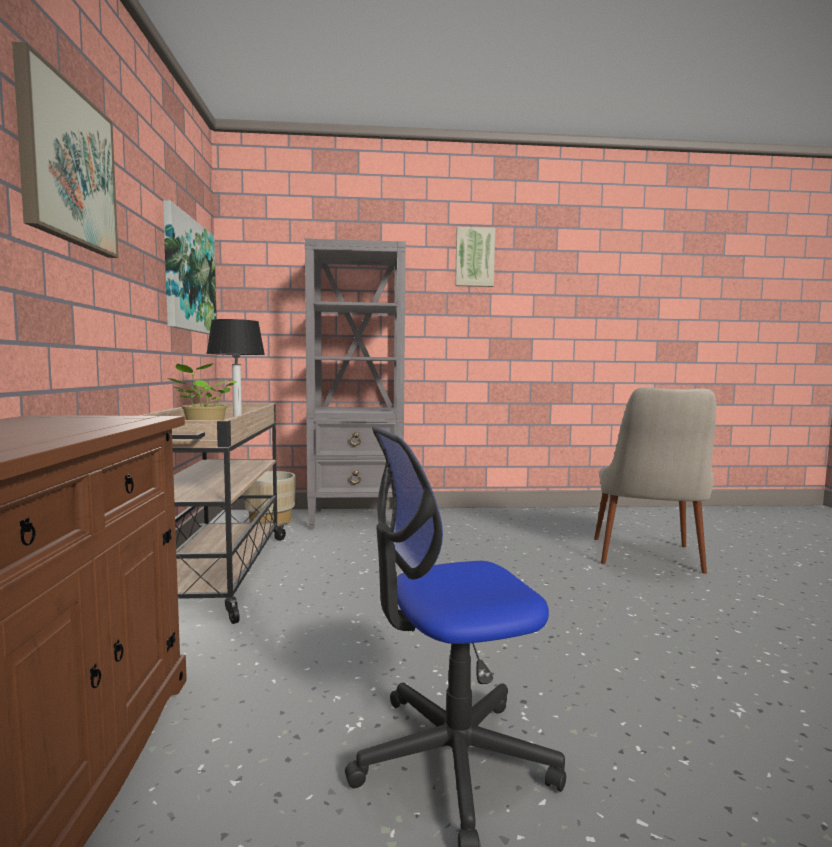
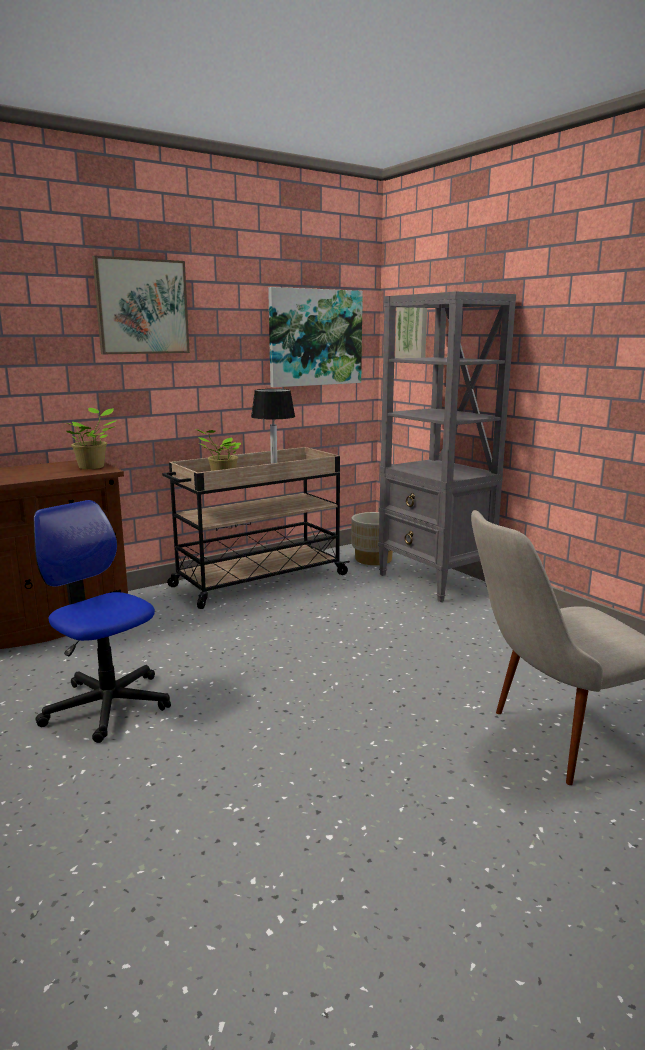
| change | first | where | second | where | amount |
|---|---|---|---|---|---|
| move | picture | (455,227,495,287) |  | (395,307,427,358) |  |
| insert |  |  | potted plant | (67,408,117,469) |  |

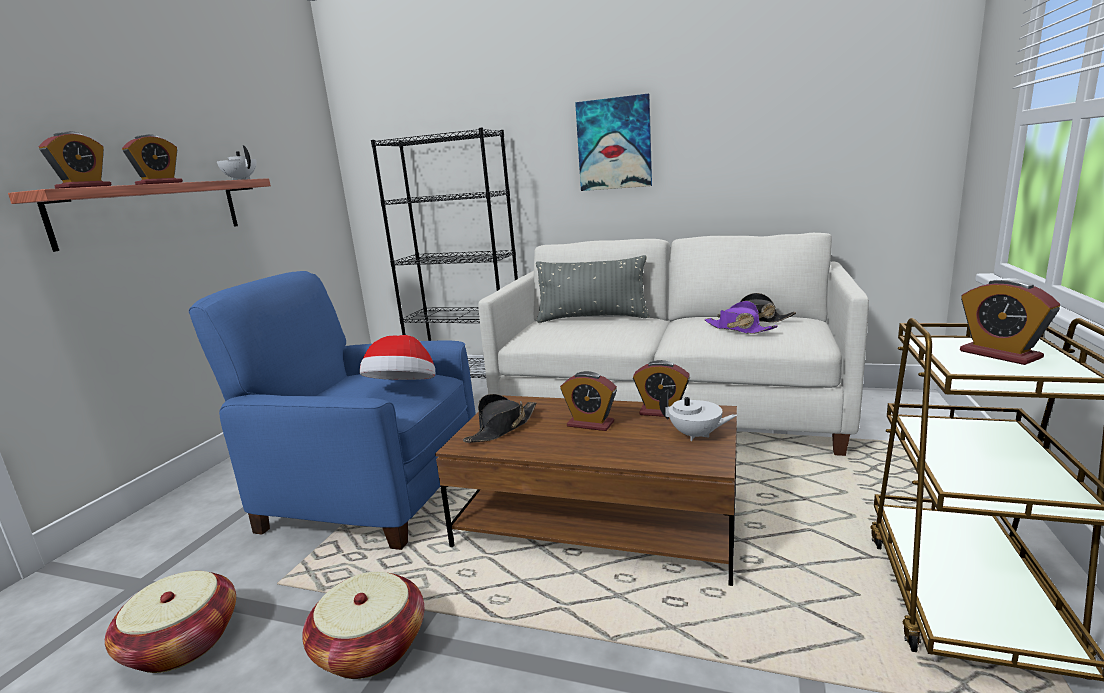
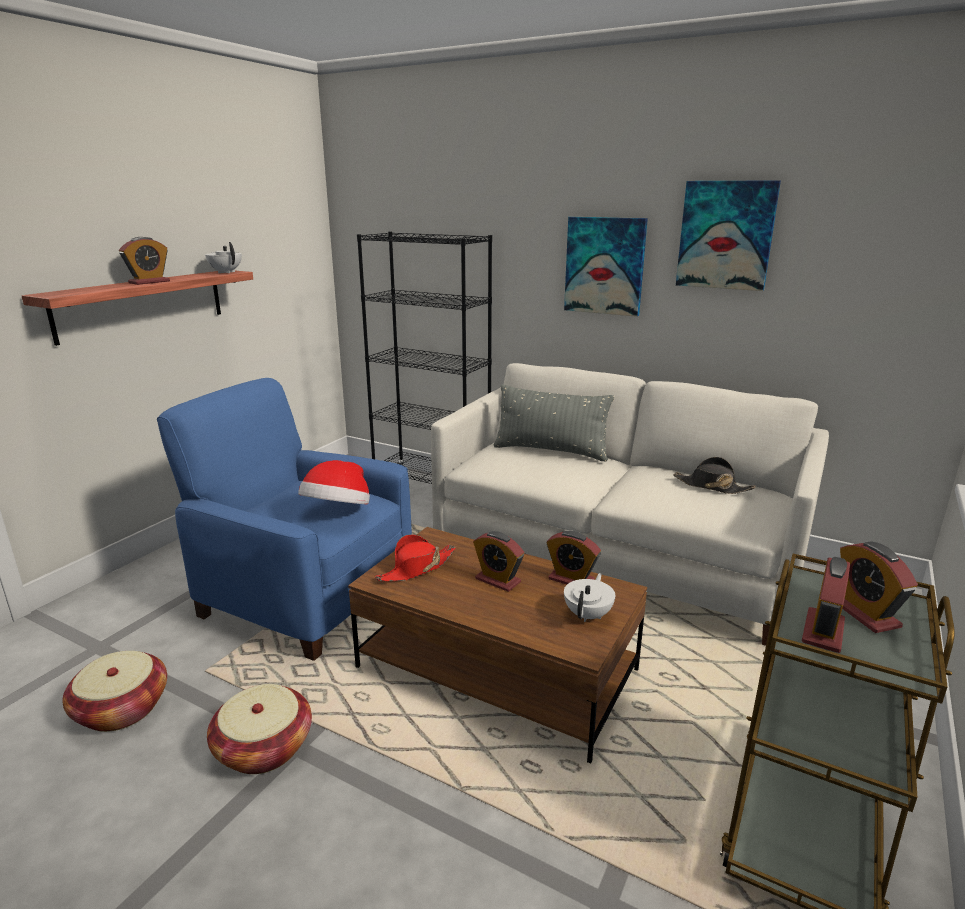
| change | first | where | second | where | amount |
|---|---|---|---|---|---|
| move | alarm clock | (38,131,112,189) |  | (802,557,850,653) |  |
| delete | purple hat | (705,301,778,334) |  |  |  |
| rotate | white teapot | (659,390,738,441) |  | (564,573,615,622) | 105 degrees counterclockwise |
| recolor | black hat | (463,394,536,443) | red hat | (375,534,456,581) |  |
| insert |  |  | picture | (676,180,781,291) |  |

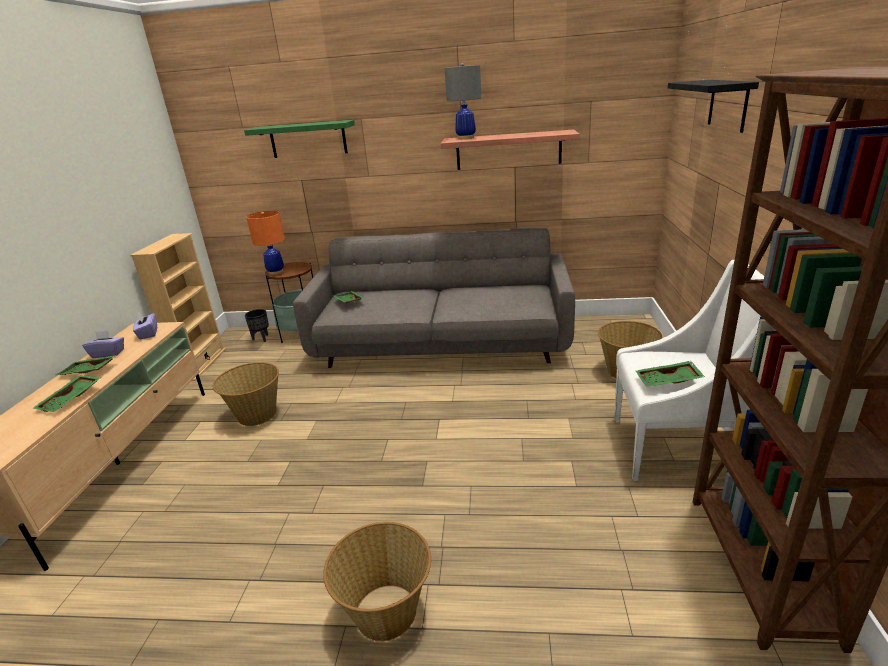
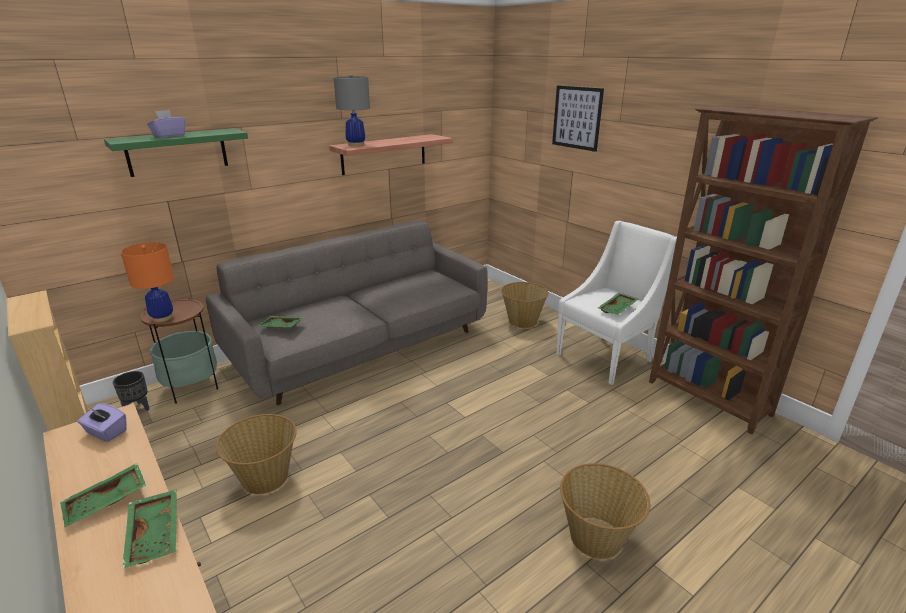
| change | first | where | second | where | amount |
|---|---|---|---|---|---|
| replace | black shelf | (668,80,759,133) | picture | (552,85,604,152) |  |
| move | purple tissue box | (82,330,124,358) |  | (147,110,185,138) |  |

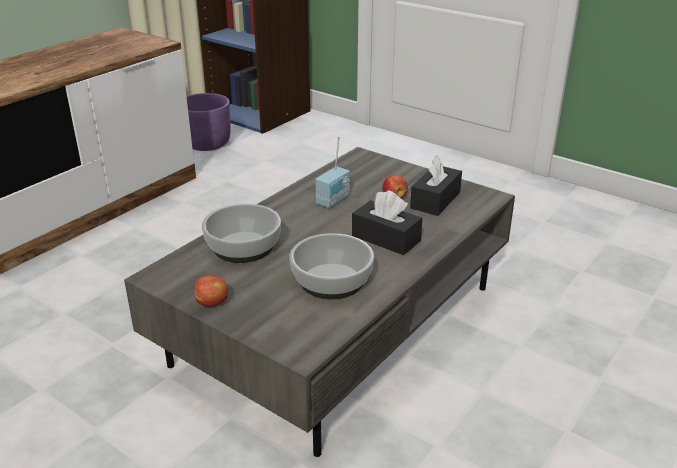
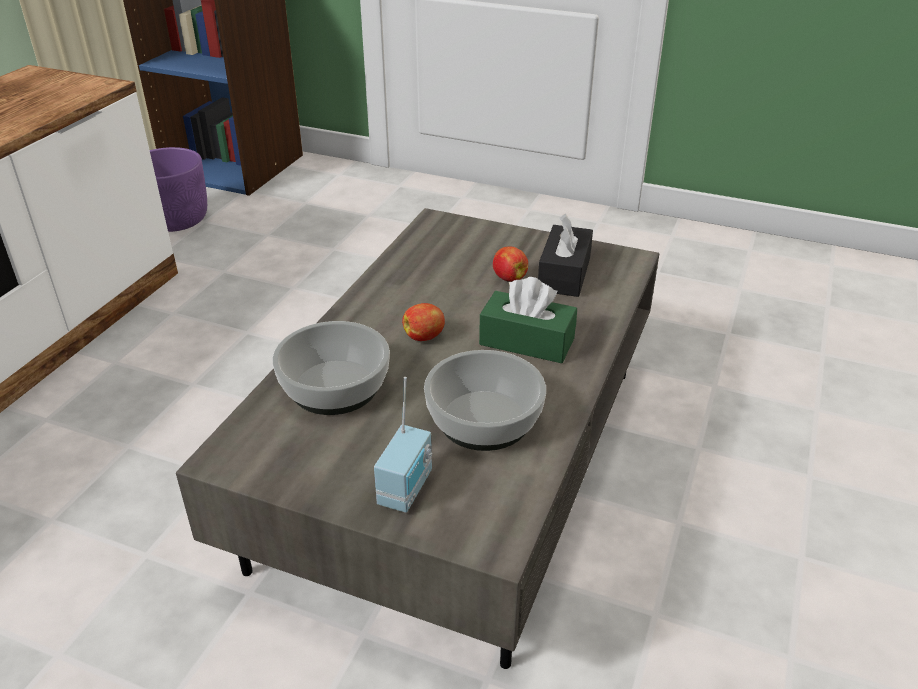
| change | first | where | second | where | amount |
|---|---|---|---|---|---|
| move | radio | (315,137,350,208) |  | (374,377,433,513) |  |
| recolor | black tissue box | (352,190,422,255) | green tissue box | (479,277,577,363) |  |
| move | apple | (195,275,228,307) |  | (402,303,445,341) |  |

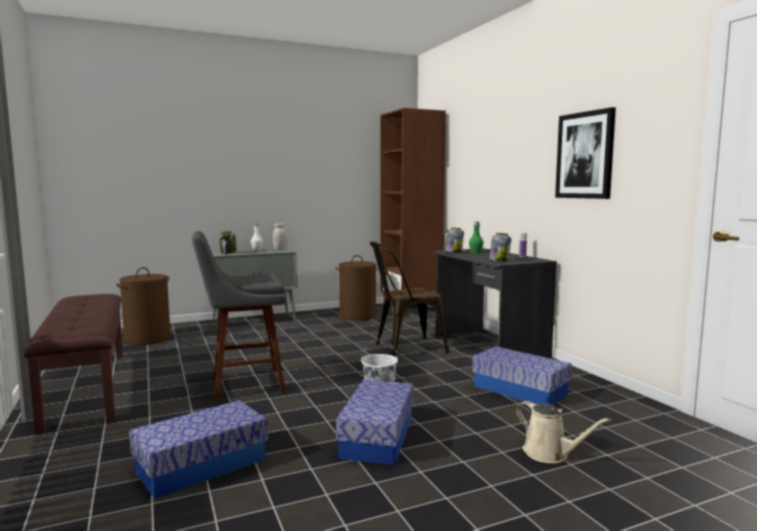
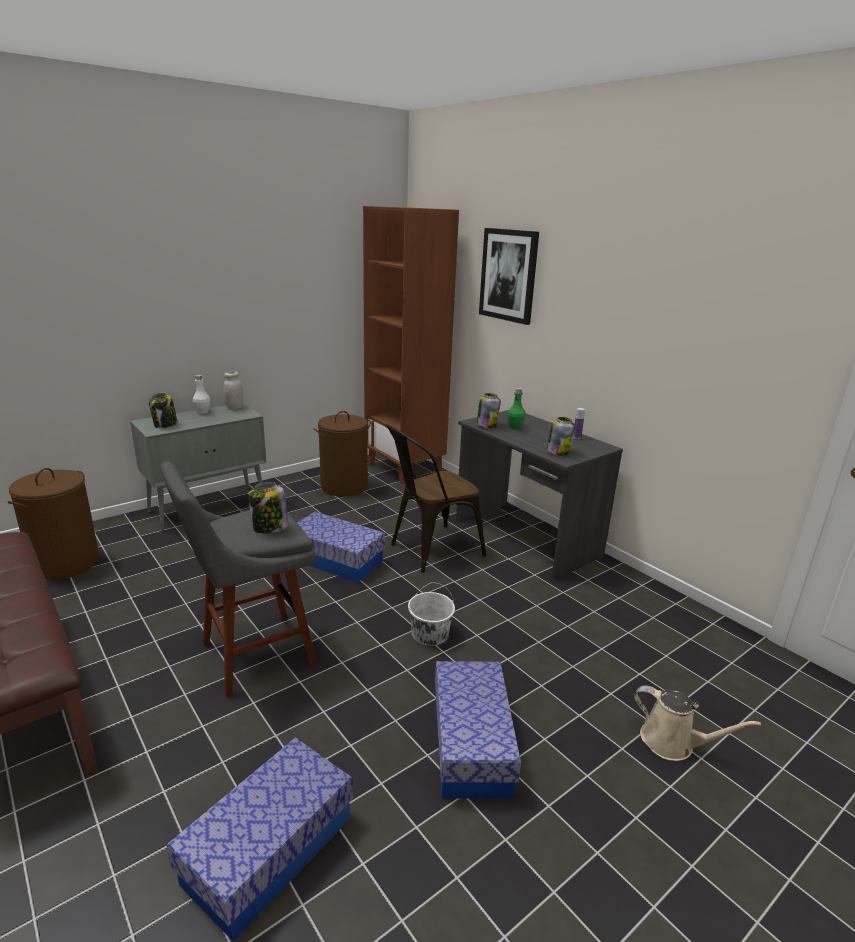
| change | first | where | second | where | amount |
|---|---|---|---|---|---|
| move | picture | (555,107,616,199) |  | (479,228,539,325) |  |
| move | storage box | (472,346,572,405) |  | (297,512,385,583) |  |
| insert |  |  | jar | (248,482,289,534) |  |

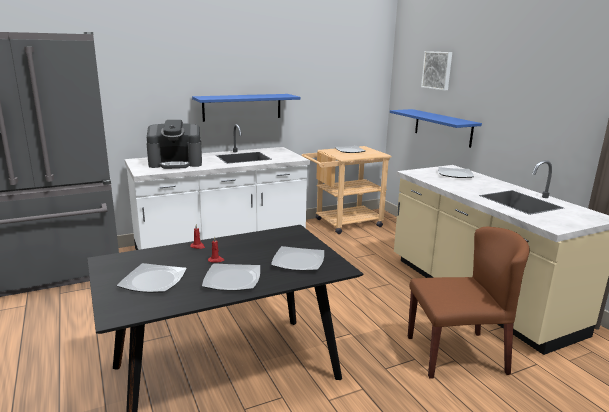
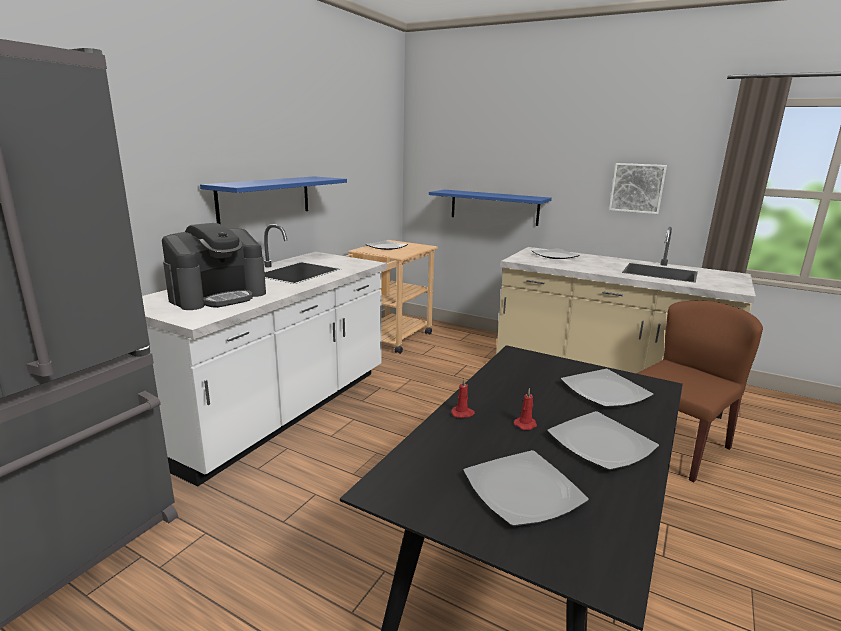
| change | first | where | second | where | amount |
|---|---|---|---|---|---|
| move | picture | (421,51,452,91) |  | (609,163,667,214) |  |

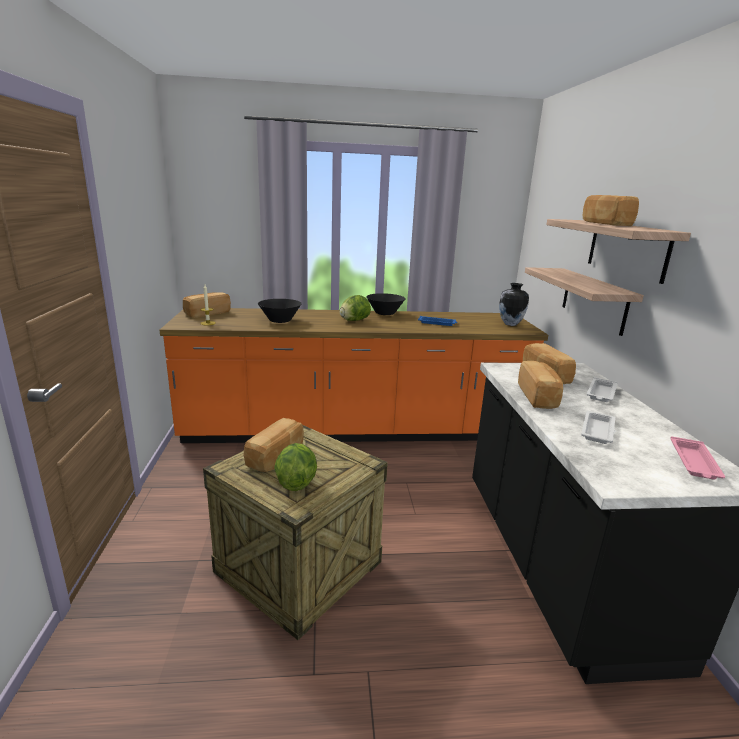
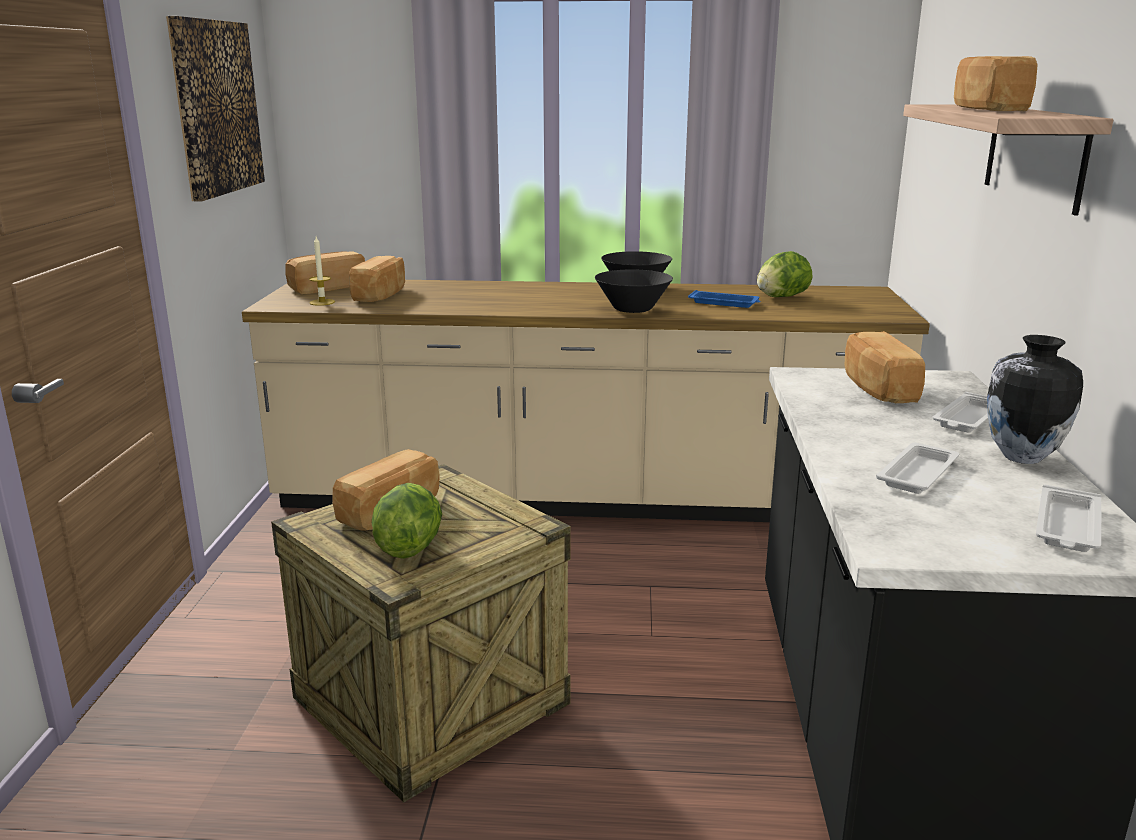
| change | first | where | second | where | amount |
|---|---|---|---|---|---|
| delete | shelf | (525,267,644,336) |  |  |  |
| move | vase | (499,283,529,326) |  | (987,335,1083,464) |  |
| move | lettuce | (340,295,371,321) |  | (757,251,813,297) |  |
| move | black bowl | (258,299,302,323) |  | (595,269,673,313) |  |
| recolor | orange counter | (159,308,548,443) | beige counter | (242,280,930,522) |  |
| move | bread | (518,361,563,409) |  | (349,256,405,302) |  |
| recolor | pink tray | (670,436,725,479) | white tray | (1036,485,1101,552) |  |
| insert |  |  | picture | (166,16,265,202) |  |

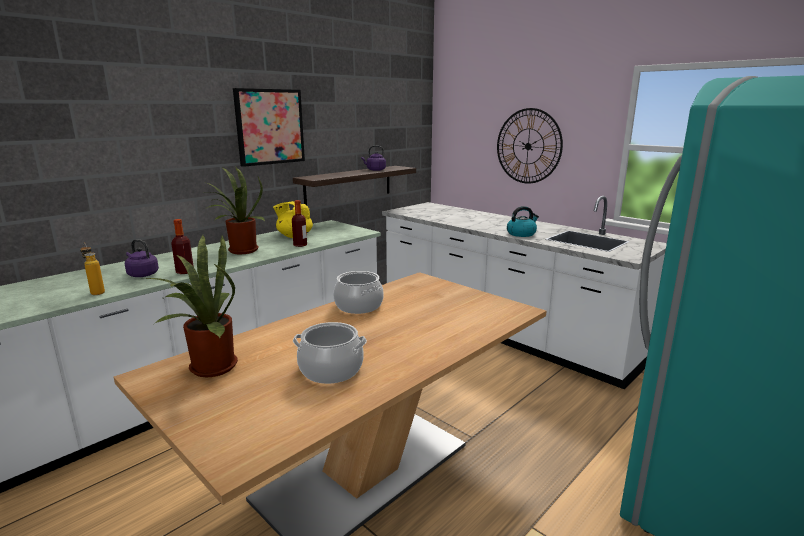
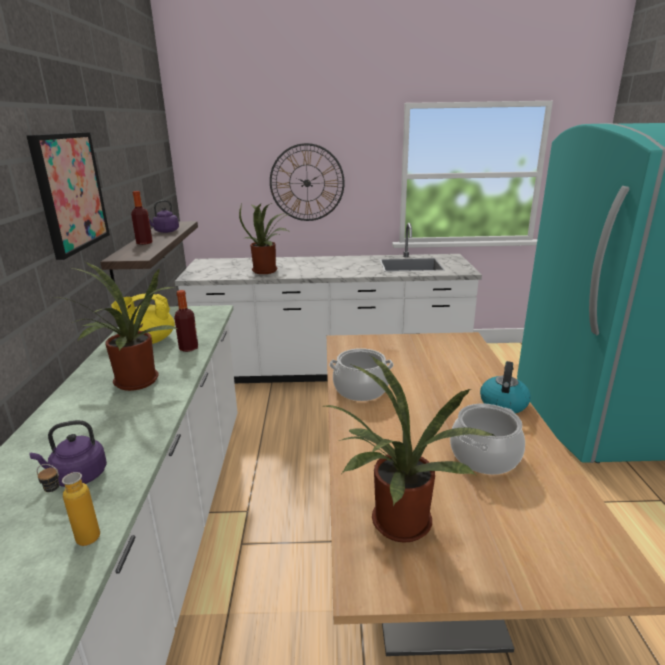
| change | first | where | second | where | amount |
|---|---|---|---|---|---|
| move | kettle | (507,206,539,237) |  | (480,361,531,413) |  |
| move | bottle | (171,219,194,274) |  | (131,191,153,245) |  |
| insert |  |  | potted plant | (239,203,290,274) |  |

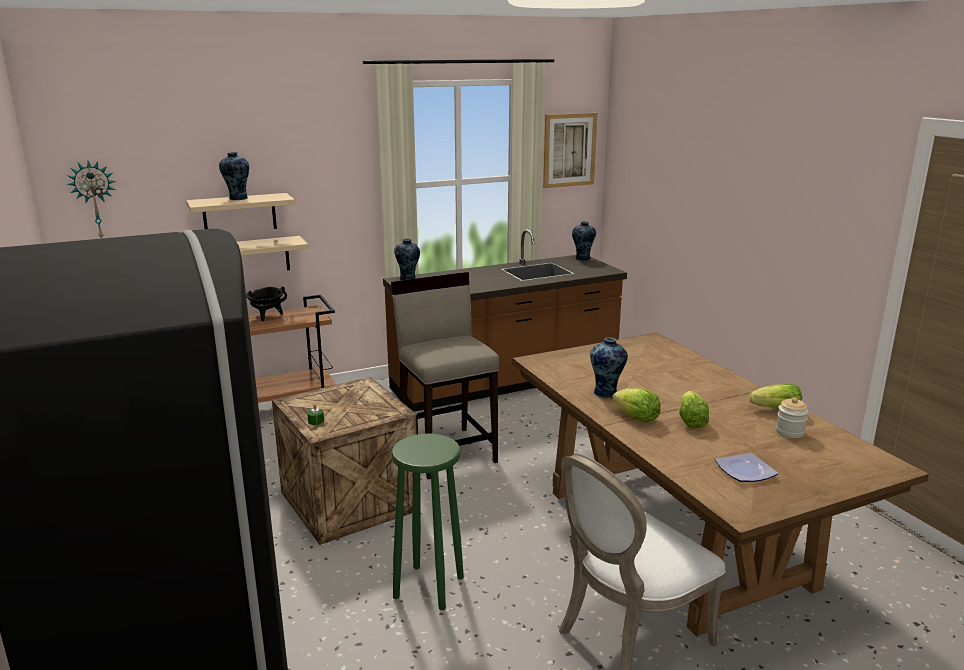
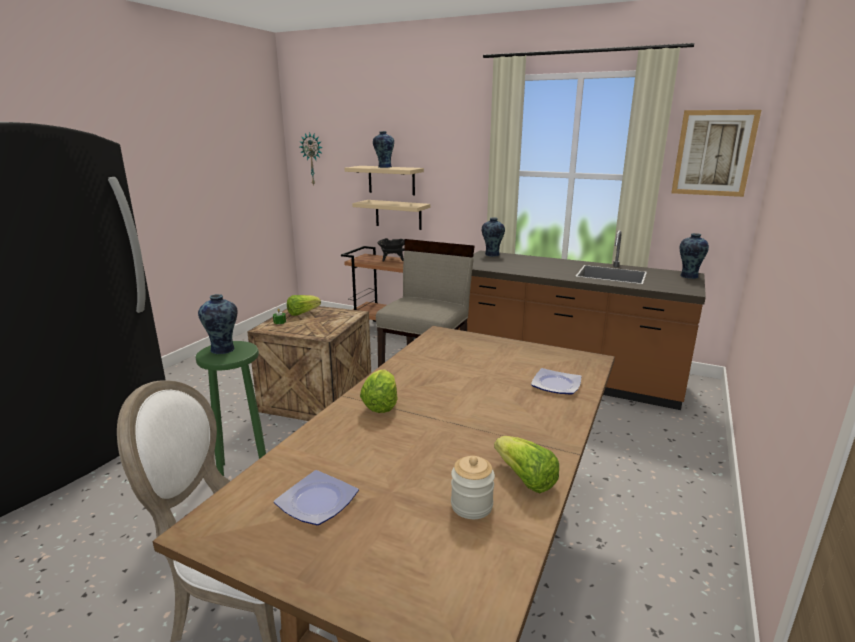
| change | first | where | second | where | amount |
|---|---|---|---|---|---|
| move | vase | (590,337,628,398) |  | (198,294,238,354) |  |
| move | lettuce | (679,391,709,428) |  | (287,295,321,316) |  |
| insert |  |  | plate | (531,368,581,394) |  |

